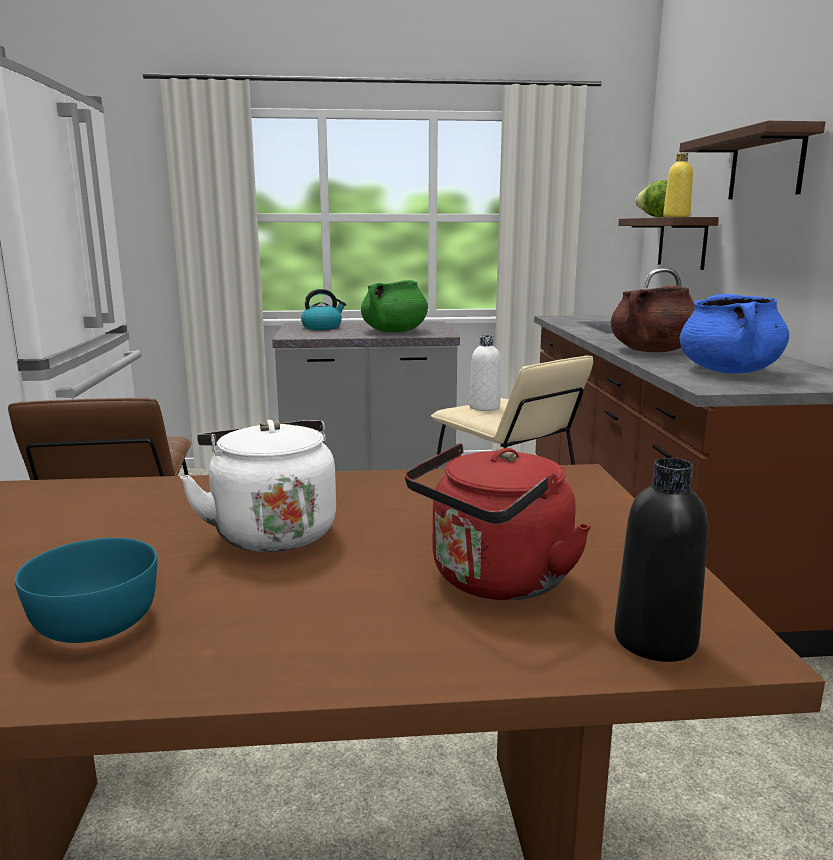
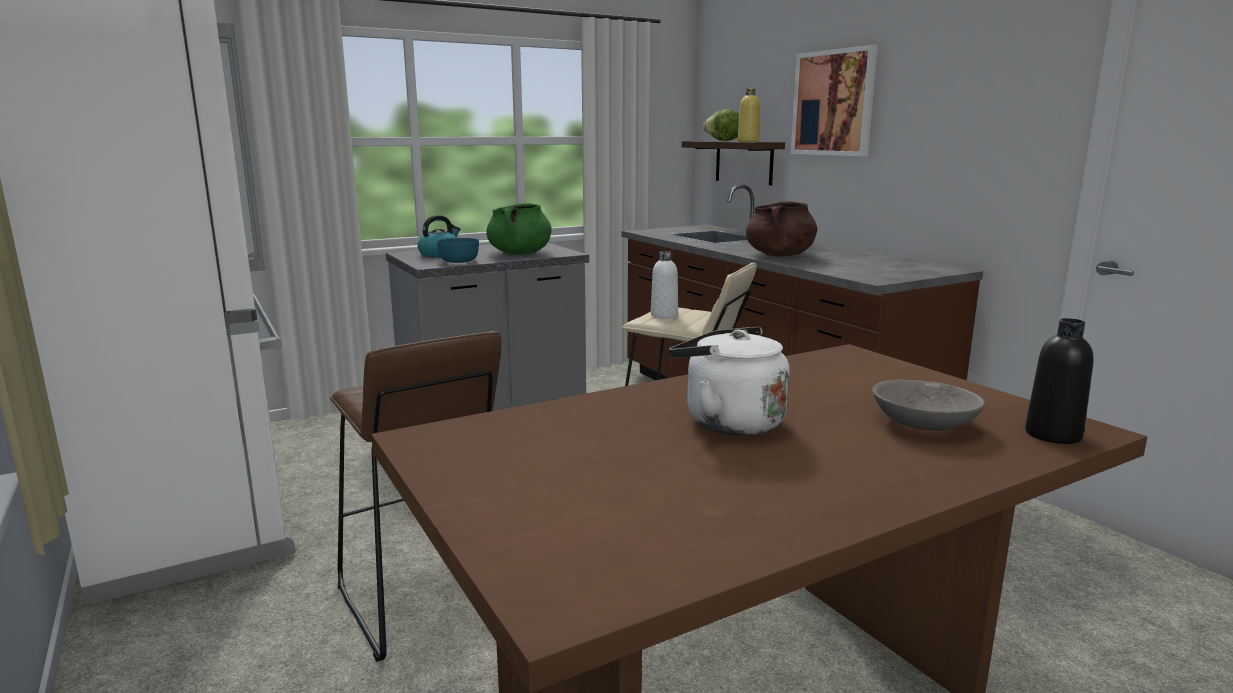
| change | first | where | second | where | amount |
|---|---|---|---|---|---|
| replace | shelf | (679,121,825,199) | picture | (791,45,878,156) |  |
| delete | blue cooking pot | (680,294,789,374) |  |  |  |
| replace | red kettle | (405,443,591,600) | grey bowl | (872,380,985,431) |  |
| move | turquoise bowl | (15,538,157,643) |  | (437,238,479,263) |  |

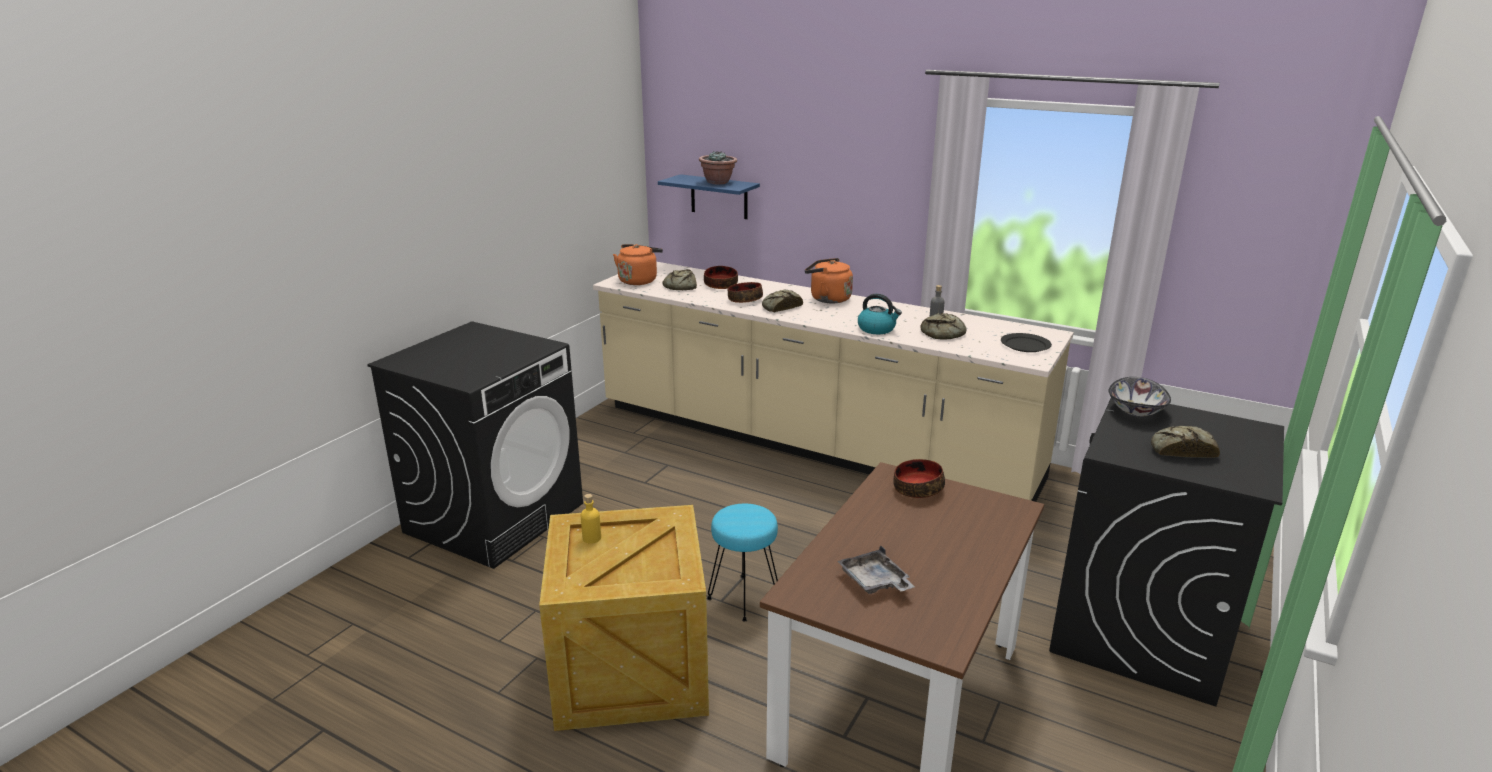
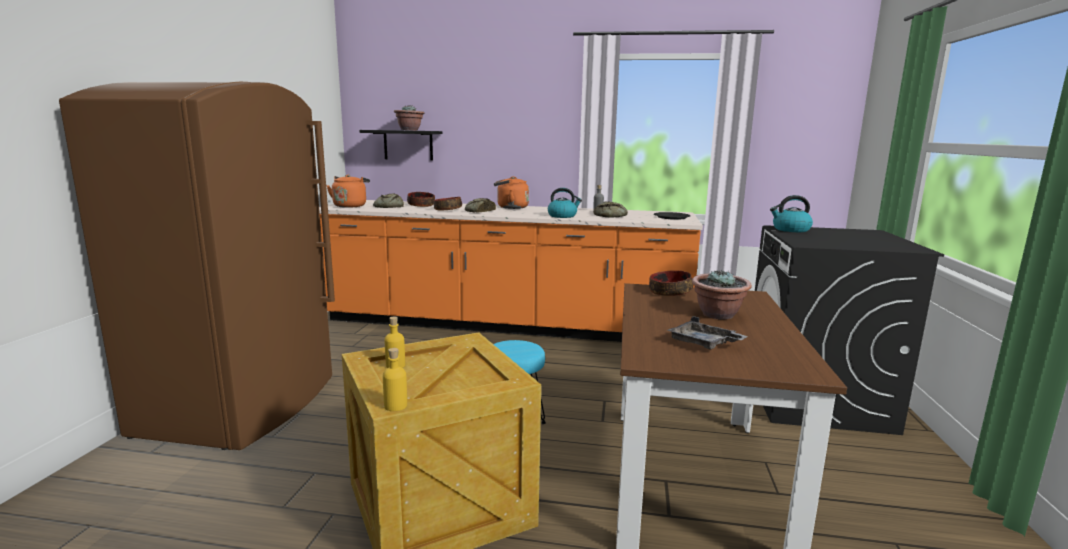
| change | first | where | second | where | amount |
|---|---|---|---|---|---|
| recolor | blue shelf | (658,174,760,219) | black shelf | (359,130,443,161) |  |
| recolor | beige counter | (593,262,1074,502) | orange counter | (319,200,703,342) |  |
| replace | black washing machine | (367,321,583,569) | brown fridge | (59,82,335,450) |  |
| replace | bowl | (1109,377,1171,417) | kettle | (770,195,813,232) |  |
| delete | bread | (1151,426,1220,458) |  |  |  |
| insert |  |  | potted plant | (692,270,752,319) |  |
| insert |  |  | yellow bottle | (383,348,407,411) |  |

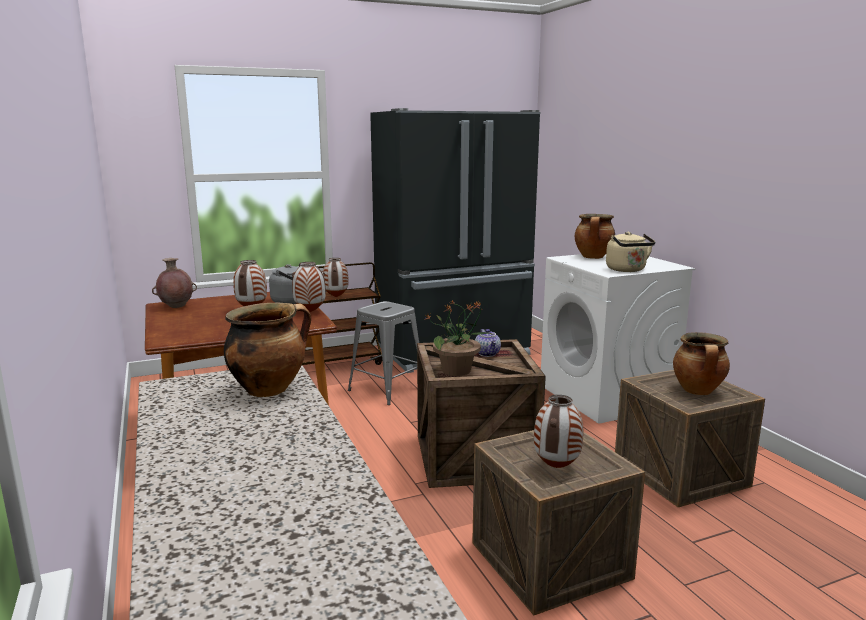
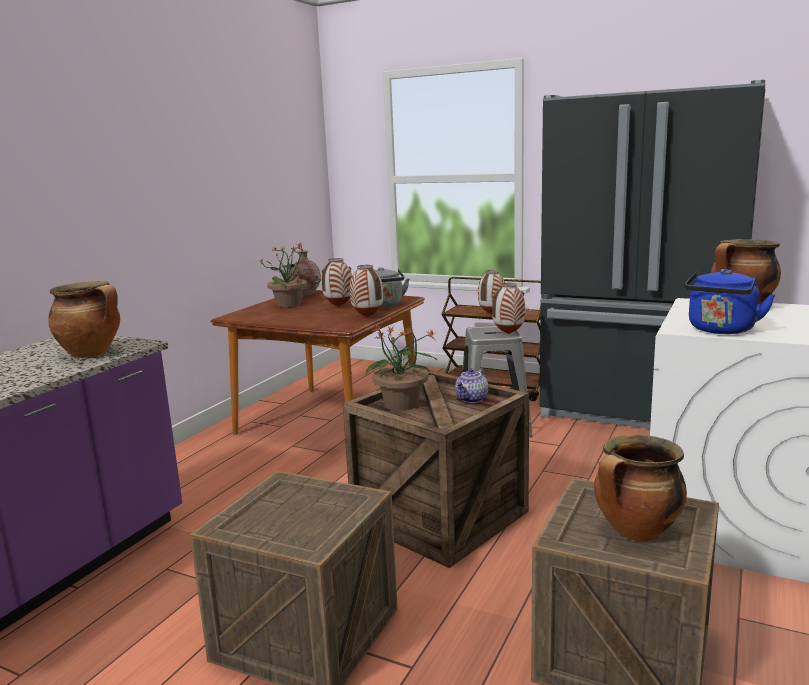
| change | first | where | second | where | amount |
|---|---|---|---|---|---|
| recolor | beige kettle | (606,232,655,272) | blue kettle | (685,269,776,334) |  |
| move | vase | (534,395,583,468) |  | (492,283,525,334) |  |
| insert |  |  | potted plant | (259,243,312,308) |  |

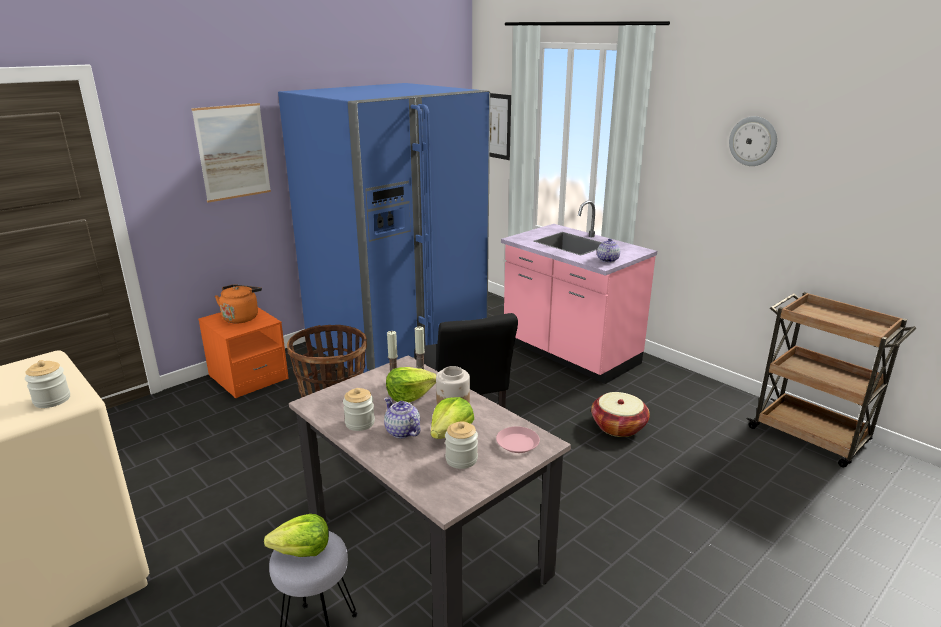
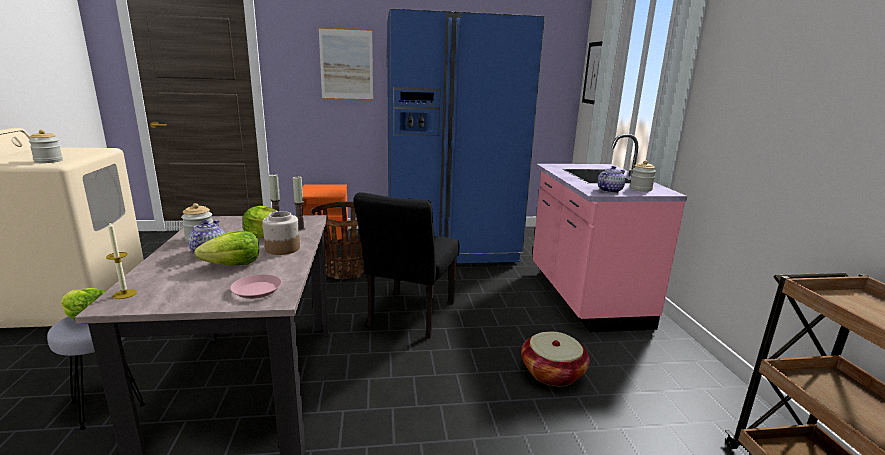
| change | first | where | second | where | amount |
|---|---|---|---|---|---|
| delete | wall clock | (729,116,777,166) |  |  |  |
| delete | orange kettle | (215,284,262,324) |  |  |  |
| move | jar | (445,422,478,469) |  | (630,160,656,192) |  |
| insert |  |  | candle | (106,221,137,299) |  |

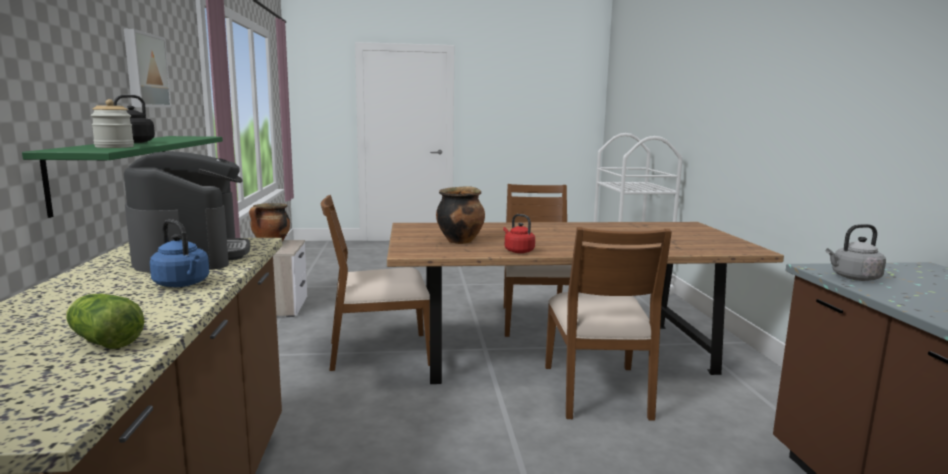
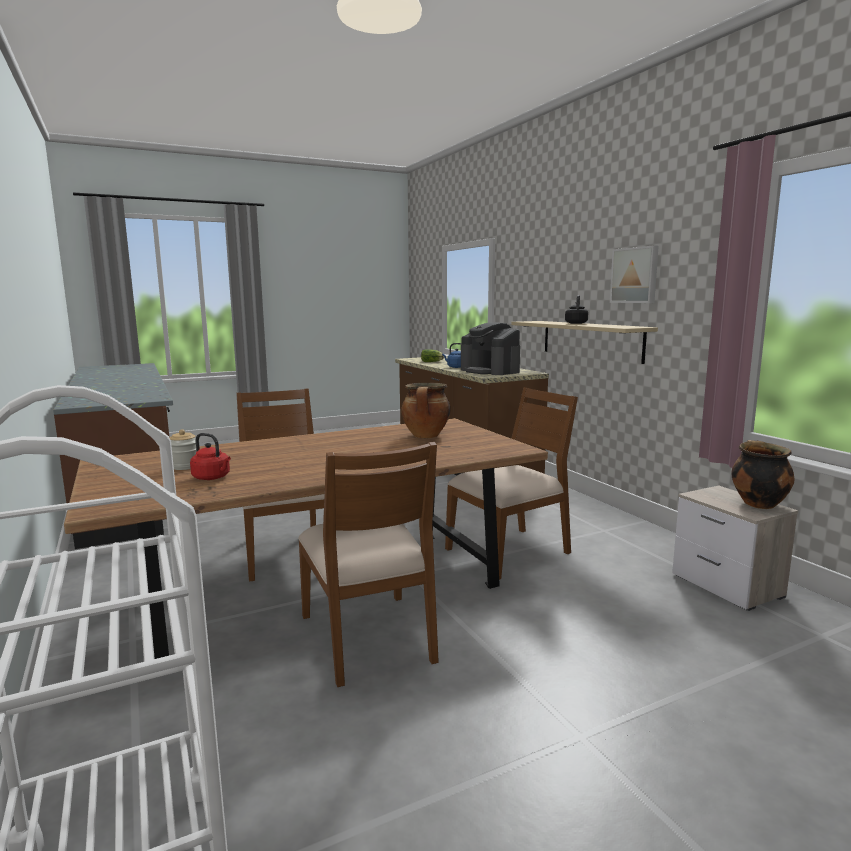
| change | first | where | second | where | amount |
|---|---|---|---|---|---|
| move | jar | (90,99,134,148) |  | (169,429,197,470) |  |
| recolor | green shelf | (22,136,223,218) | beige shelf | (511,321,658,364) |  |
| move | red kettle | (503,214,535,253) |  | (190,433,231,480) |  |
| delete | grey kettle | (826,224,886,281) |  |  |  |

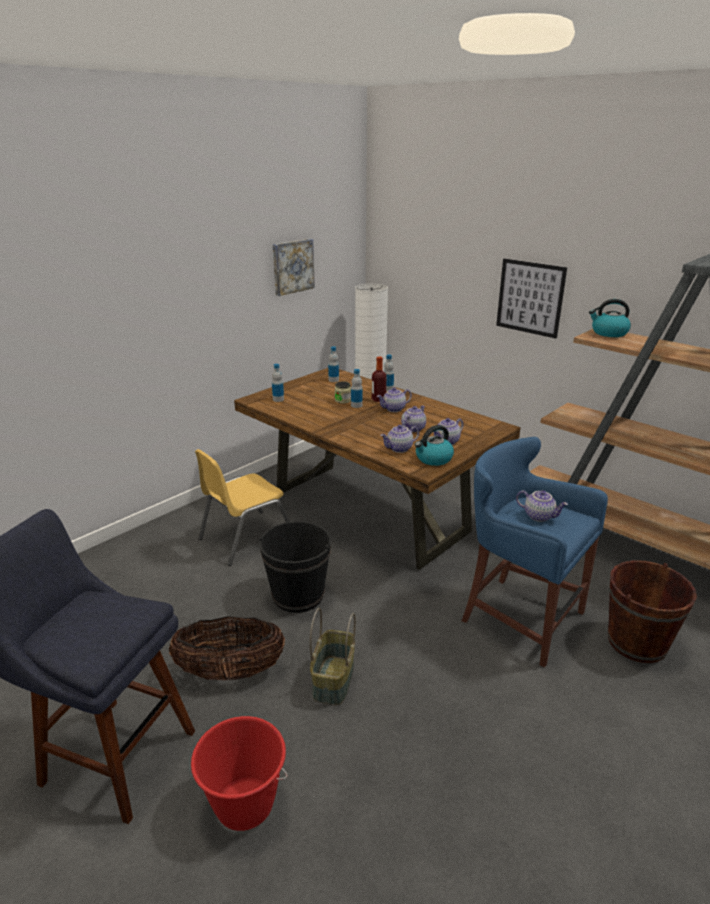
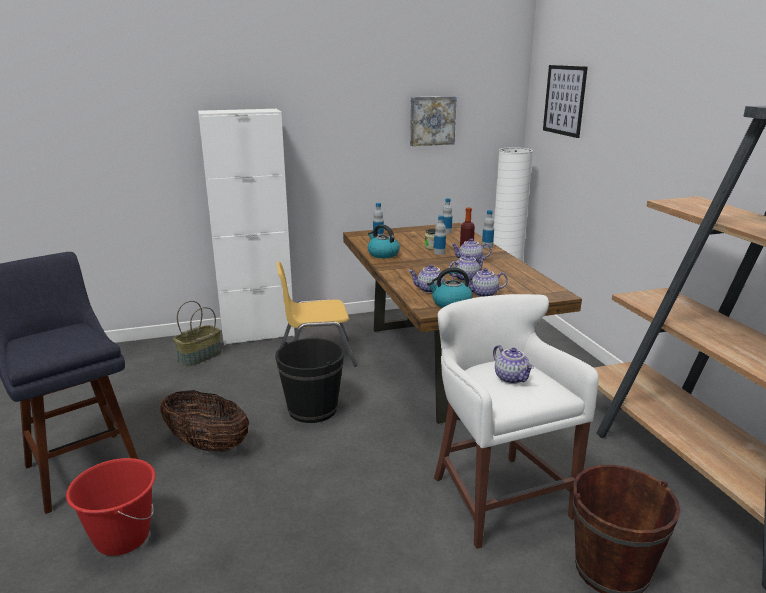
| change | first | where | second | where | amount |
|---|---|---|---|---|---|
| move | picture | (496,259,567,339) |  | (543,65,588,138) |  |
| move | kettle | (589,299,631,337) |  | (368,224,400,258) |  |
| recolor | blue stool | (462,437,608,667) | white stool | (434,294,599,549) |  |
| move | basket | (310,608,356,705) |  | (173,301,222,367) |  |
| insert |  |  | white cabinet | (198,109,295,345) |  |

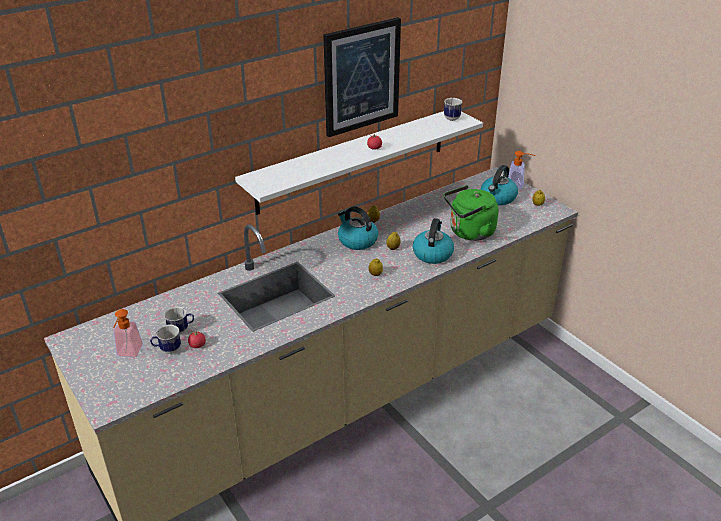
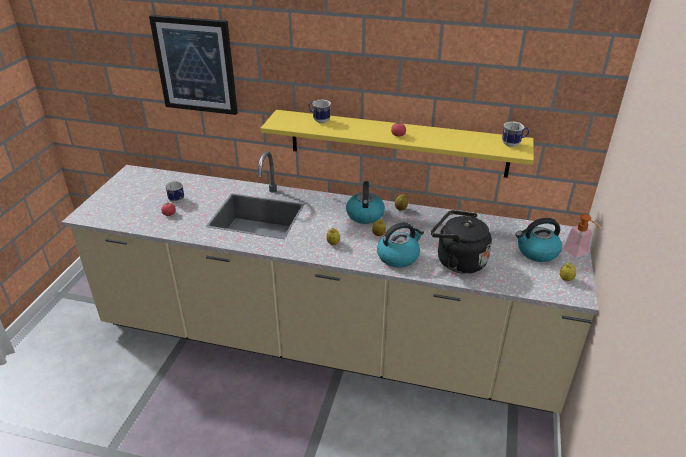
| change | first | where | second | where | amount |
|---|---|---|---|---|---|
| move | picture | (323,17,401,137) |  | (149,15,238,115) |  |
| recolor | white shelf | (235,111,483,215) | yellow shelf | (260,110,534,178) |  |
| recolor | green kettle | (444,185,499,241) | black kettle | (431,210,492,274) |  |
| delete | soap dispenser | (113,309,143,357) |  |  |  |
| move | mug | (150,325,181,354) |  | (308,100,331,123) |  |

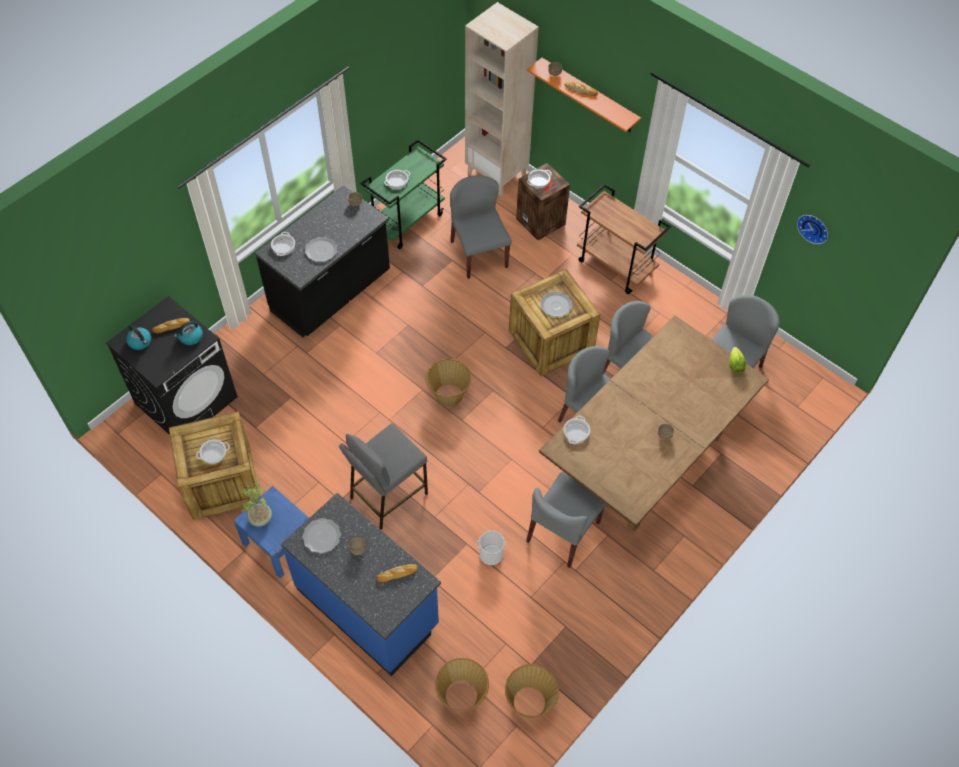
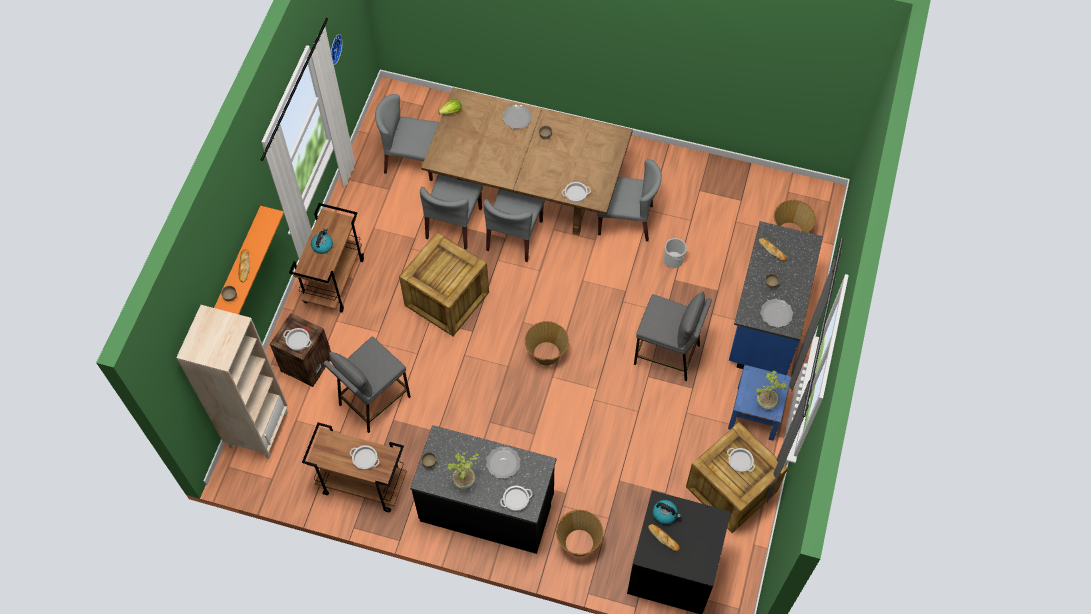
| change | first | where | second | where | amount |
|---|---|---|---|---|---|
| recolor | green cart | (360,139,447,249) | brown cart | (302,422,407,512) |  |
| replace | grey chair | (450,175,512,279) | grey stool | (324,337,411,433) |  |
| move | plate | (541,291,573,317) |  | (502,105,532,129) |  |
| move | kettle | (126,325,151,350) |  | (311,228,333,254) |  |
| move | basket | (505,664,559,718) |  | (556,510,603,557) |  |
| insert |  |  | potted plant | (447,452,480,490) |  |

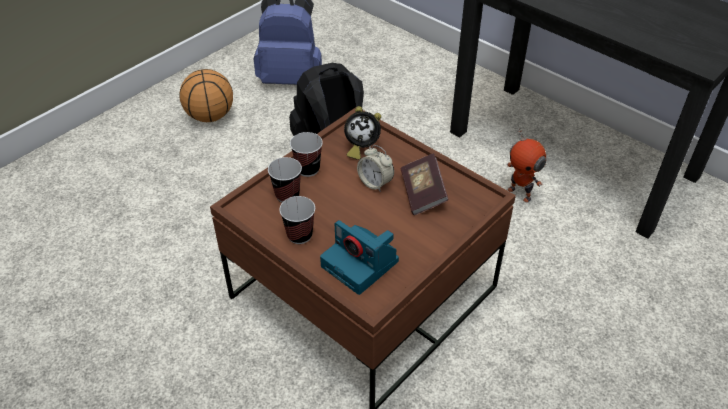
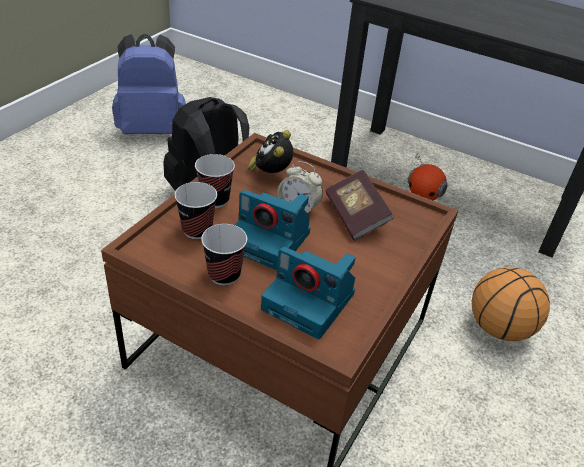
| change | first | where | second | where | amount |
|---|---|---|---|---|---|
| move | basketball | (179,69,233,122) |  | (472,267,550,341) |  |
| rotate | alarm clock | (344,106,381,160) |  | (248,130,293,173) | 105 degrees clockwise |
| insert |  |  | photo camera | (235,190,310,270) |  |

